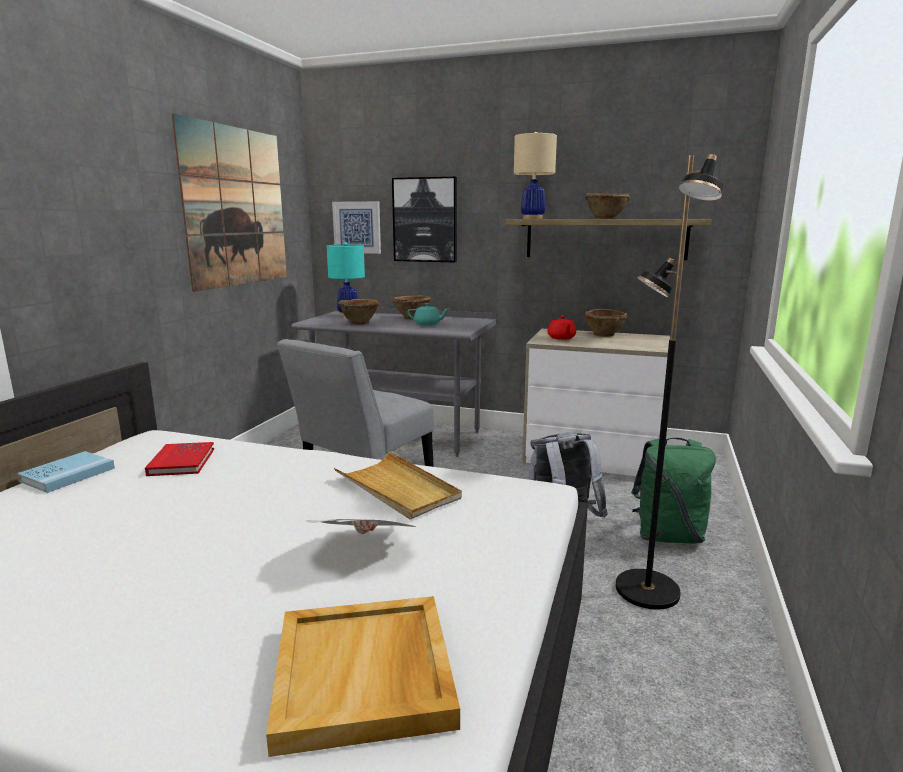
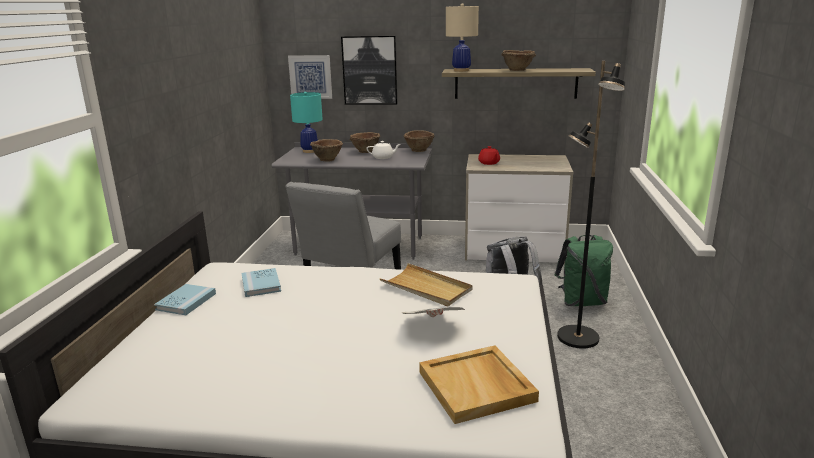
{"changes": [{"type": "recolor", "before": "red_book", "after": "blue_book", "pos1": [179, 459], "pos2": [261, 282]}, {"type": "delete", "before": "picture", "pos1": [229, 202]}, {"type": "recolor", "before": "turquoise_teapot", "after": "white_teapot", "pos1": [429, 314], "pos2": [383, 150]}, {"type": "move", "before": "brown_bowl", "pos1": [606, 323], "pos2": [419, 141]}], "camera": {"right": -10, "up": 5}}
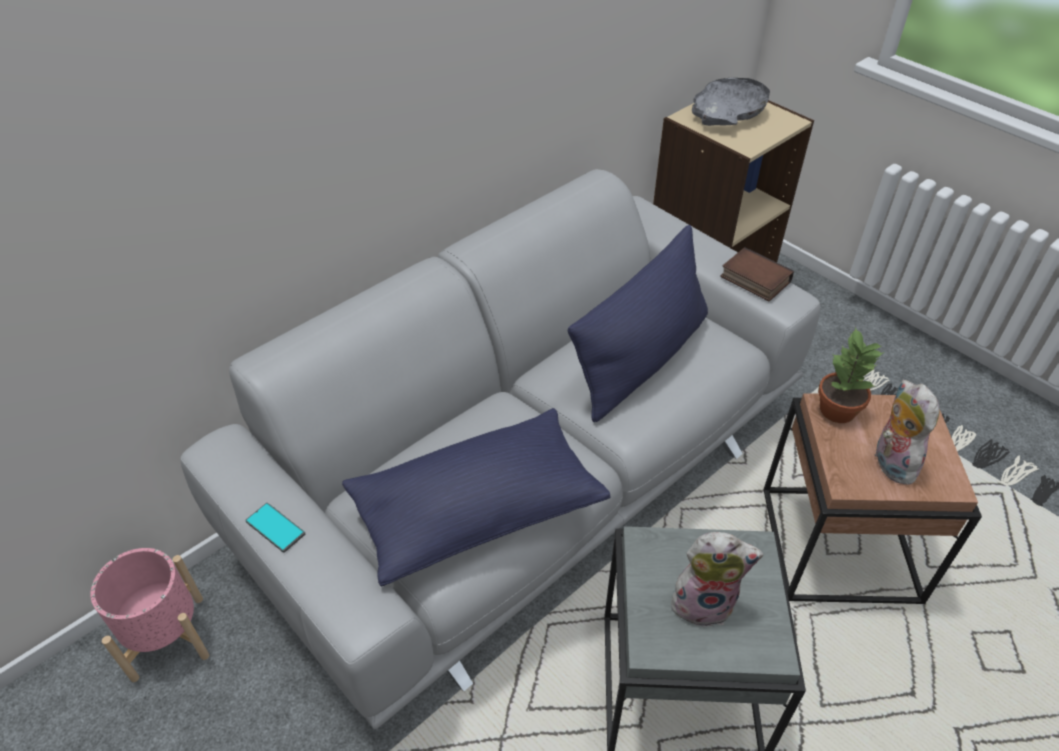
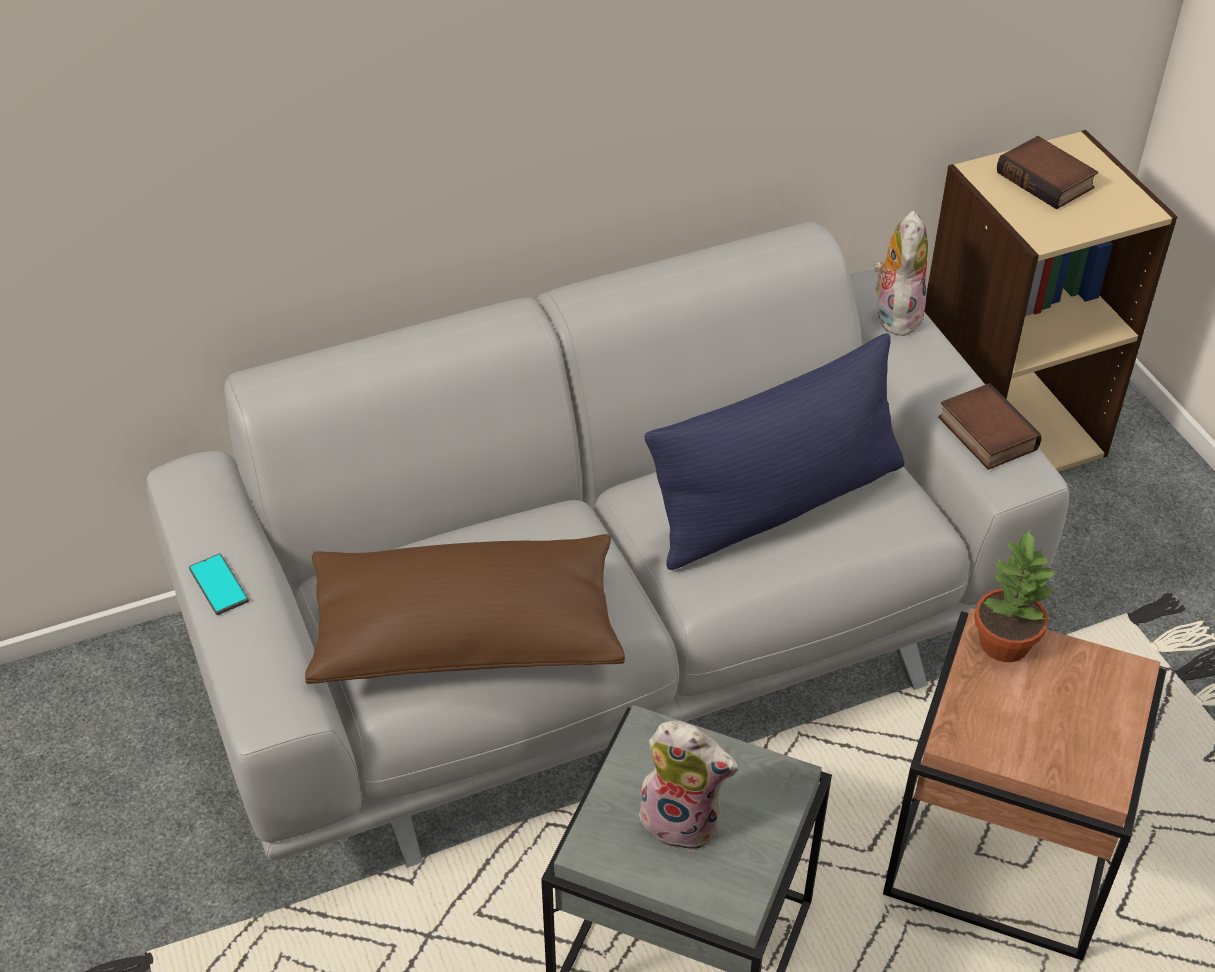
{"changes": [{"type": "delete", "before": "pink_planter", "pos1": [149, 615]}, {"type": "recolor", "before": "blue_pillow", "after": "brown_pillow", "pos1": [476, 497], "pos2": [465, 609]}, {"type": "replace", "before": "grey_bowl", "after": "book", "pos1": [731, 102], "pos2": [1047, 172]}, {"type": "move", "before": "plush_toy", "pos1": [907, 432], "pos2": [901, 274]}], "camera": {"right": 20, "up": 0}}
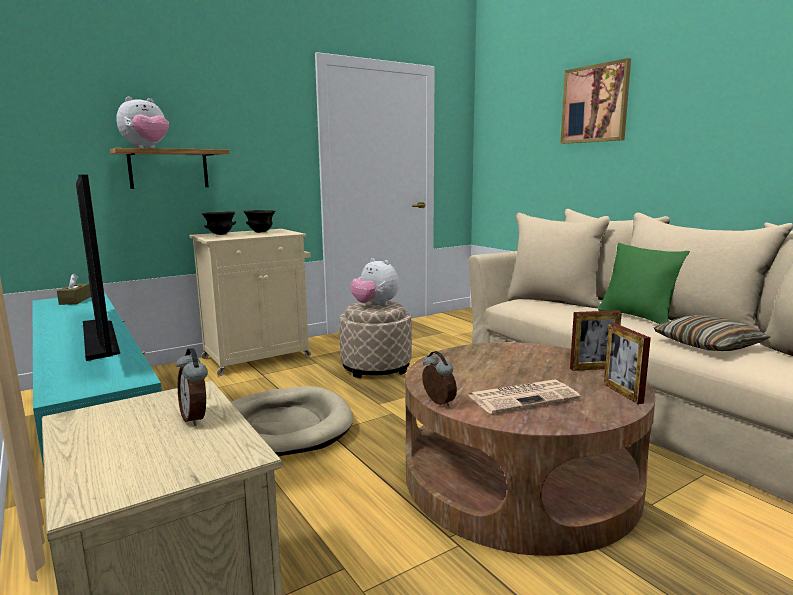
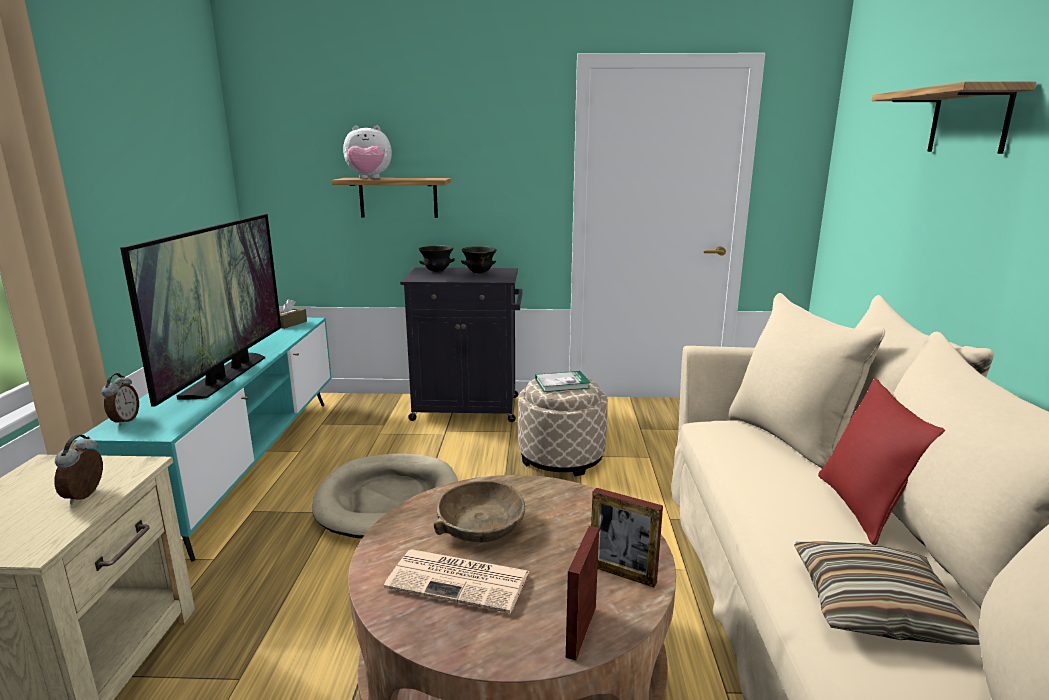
{"changes": [{"type": "recolor", "before": "beige_cabinet", "after": "black_cabinet", "pos1": [250, 302], "pos2": [461, 344]}, {"type": "replace", "before": "plush_toy", "after": "book", "pos1": [374, 282], "pos2": [563, 381]}, {"type": "move", "before": "alarm_clock", "pos1": [439, 379], "pos2": [120, 399]}, {"type": "replace", "before": "picture", "after": "shelf", "pos1": [595, 101], "pos2": [954, 118]}, {"type": "recolor", "before": "green_pillow", "after": "red_pillow", "pos1": [644, 284], "pos2": [881, 461]}, {"type": "insert", "after": "brown_bowl", "pos2": [479, 511]}], "camera": {"right": 35, "up": 5}}
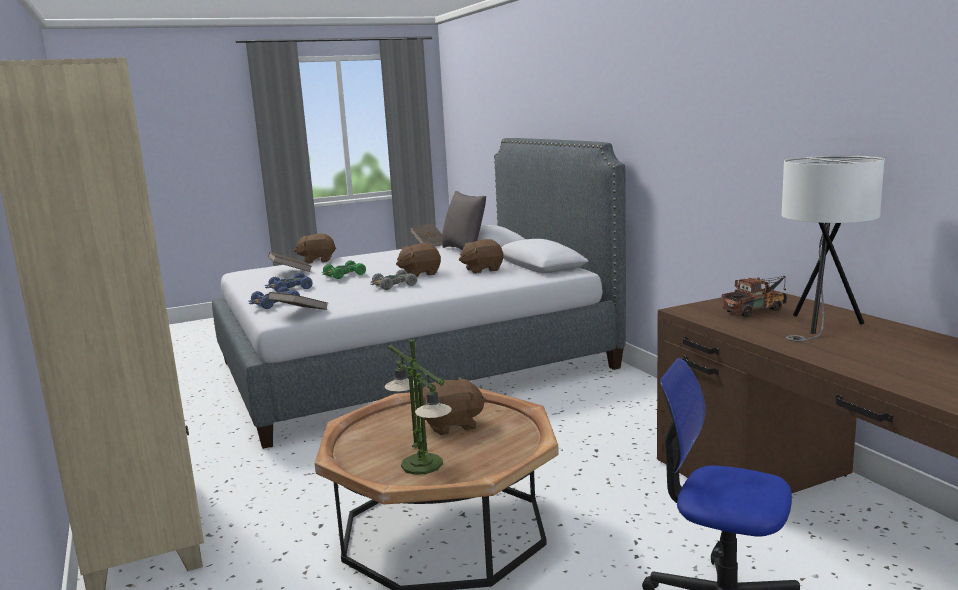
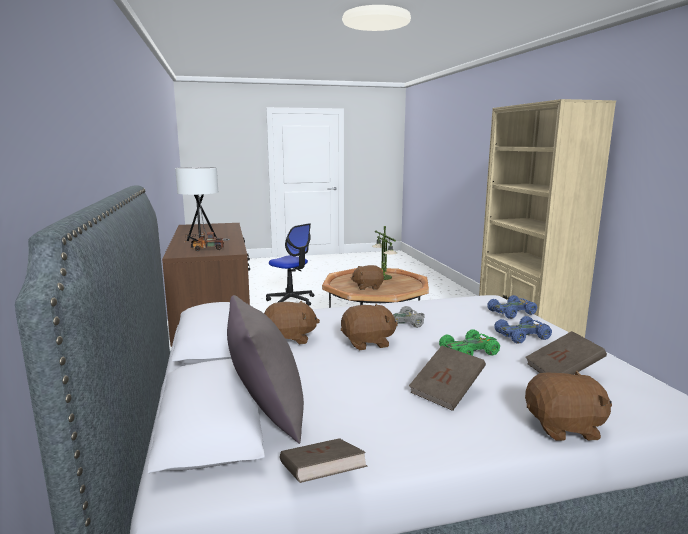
{"changes": [{"type": "move", "before": "brown_book", "pos1": [298, 301], "pos2": [447, 378]}], "camera": {"right": -170, "up": 0}}
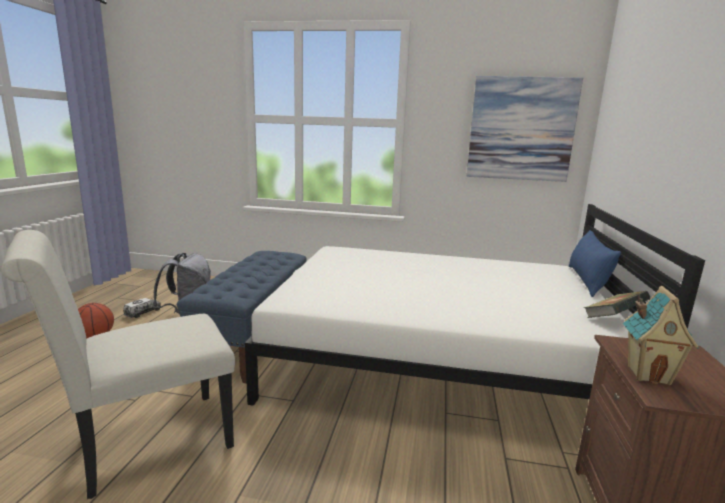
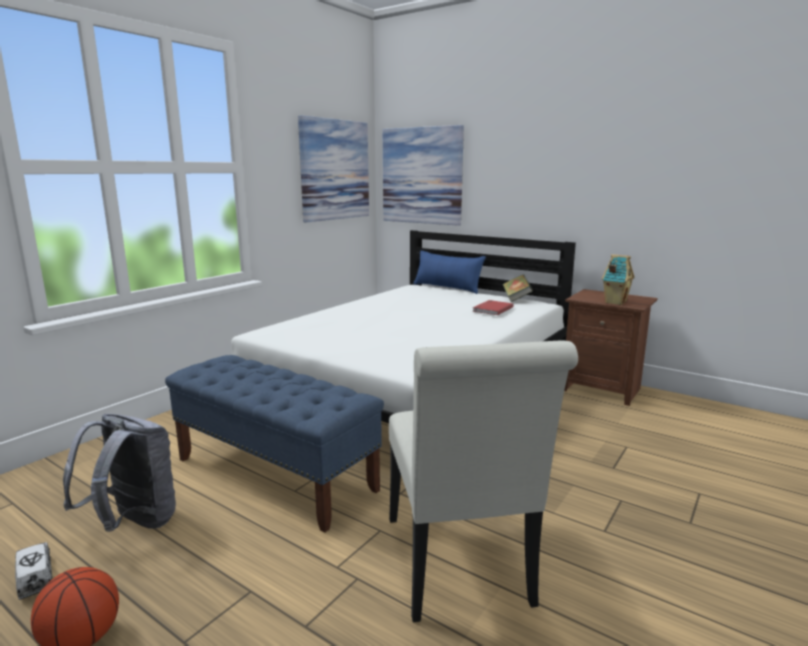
{"changes": [{"type": "insert", "after": "picture", "pos2": [423, 175]}, {"type": "insert", "after": "red_book", "pos2": [493, 307]}], "camera": {"right": -65, "up": 0}}
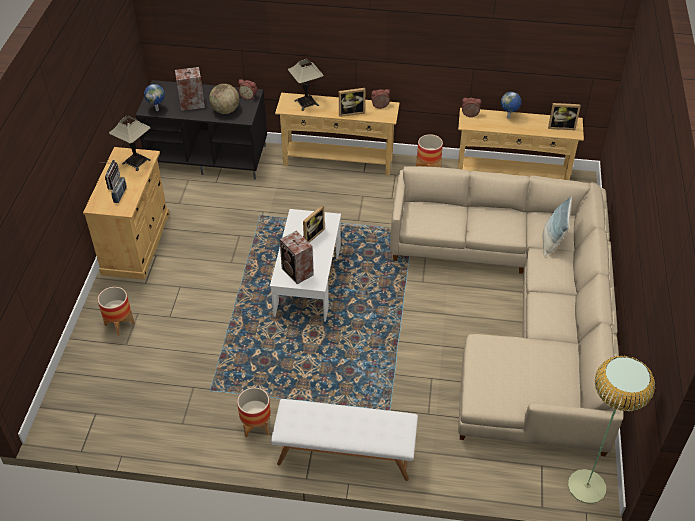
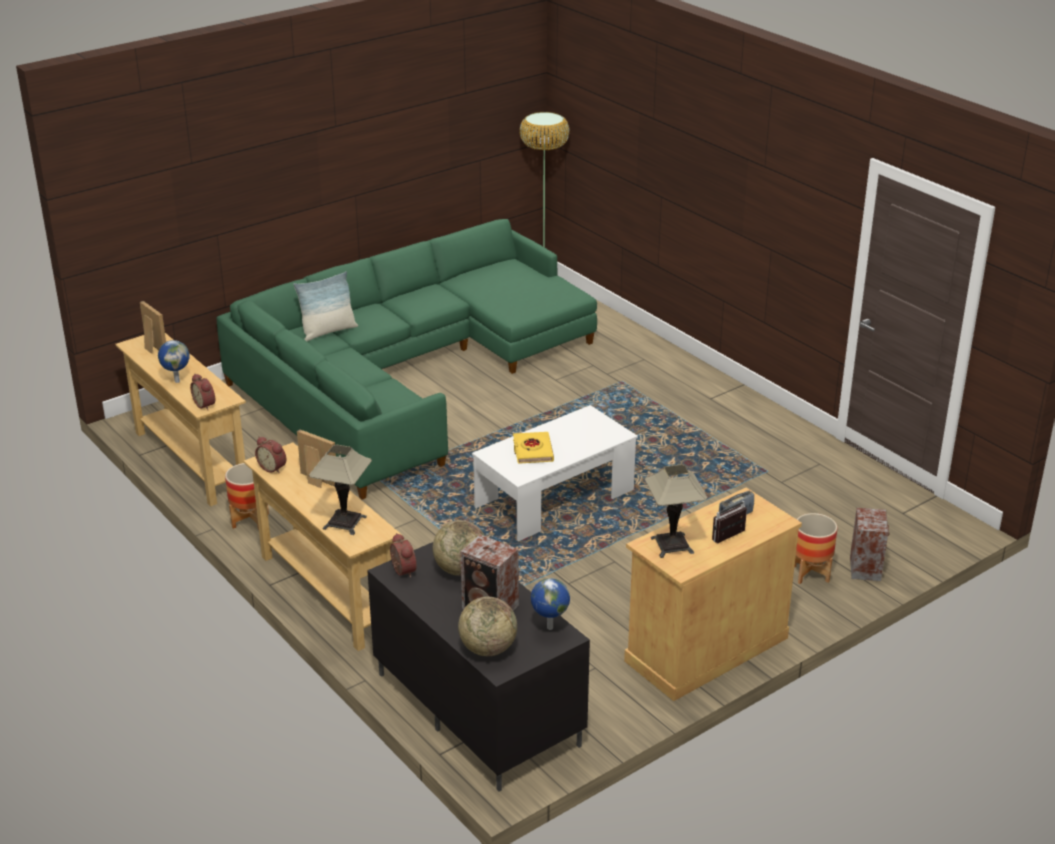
{"changes": [{"type": "delete", "before": "planter", "pos1": [254, 413]}, {"type": "delete", "before": "white_bench", "pos1": [344, 440]}, {"type": "move", "before": "speaker", "pos1": [297, 257], "pos2": [870, 544]}, {"type": "replace", "before": "picture_frame", "after": "yellow_book", "pos1": [314, 224], "pos2": [533, 448]}, {"type": "recolor", "before": "beige_sofa", "after": "green_sofa", "pos1": [507, 311], "pos2": [407, 359]}, {"type": "insert", "after": "globe", "pos2": [487, 626]}], "camera": {"right": -135, "up": -15}}
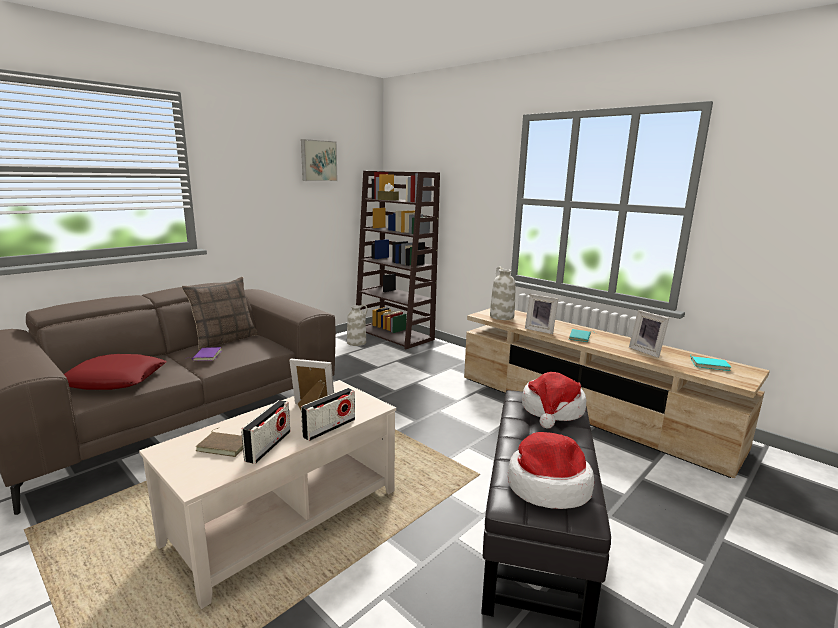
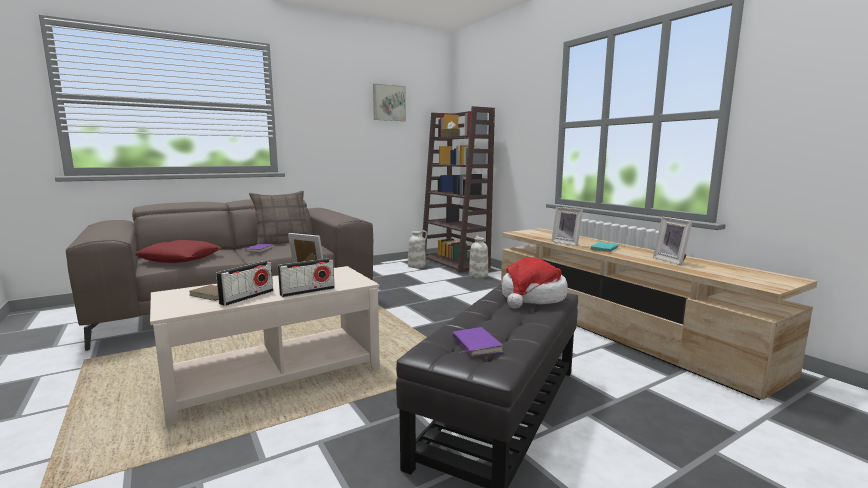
{"changes": [{"type": "move", "before": "white_vase", "pos1": [502, 293], "pos2": [478, 257]}, {"type": "replace", "before": "hat", "after": "purple_book", "pos1": [551, 470], "pos2": [478, 341]}, {"type": "delete", "before": "turquoise_book", "pos1": [710, 363]}], "camera": {"right": 15, "up": -5}}
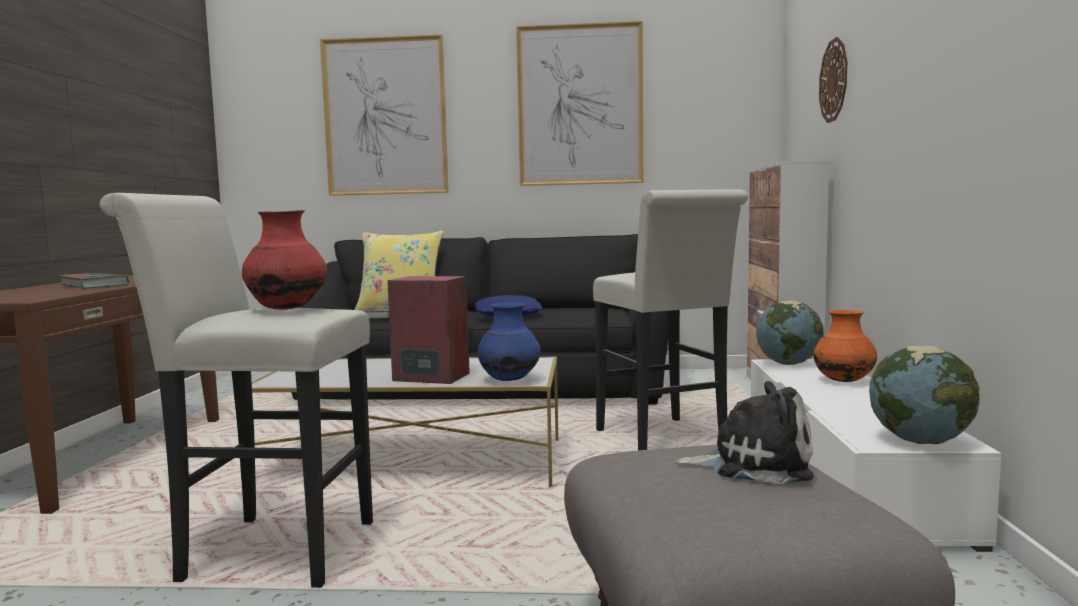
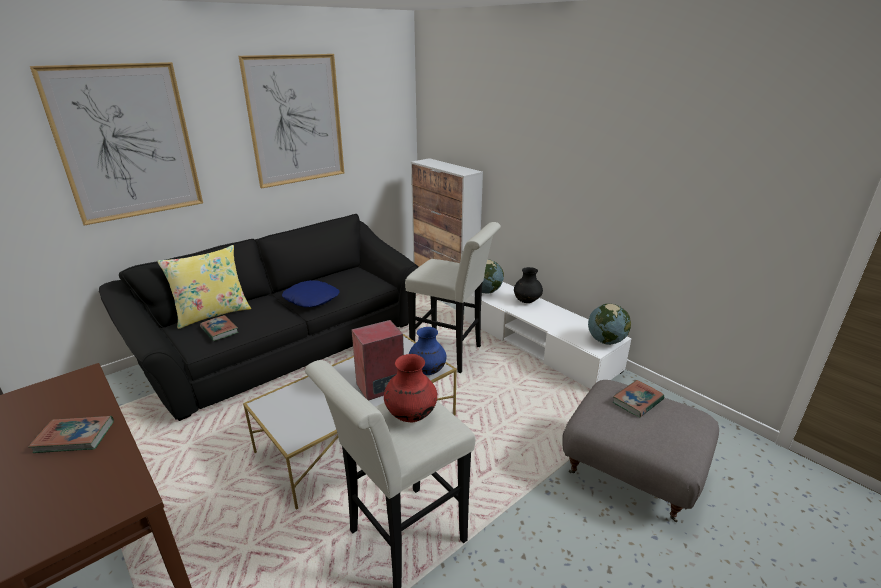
{"changes": [{"type": "replace", "before": "plush_toy", "after": "book", "pos1": [744, 432], "pos2": [638, 398]}, {"type": "recolor", "before": "orange_vase", "after": "black_vase", "pos1": [845, 346], "pos2": [528, 285]}, {"type": "delete", "before": "wall_clock", "pos1": [833, 80]}], "camera": {"right": -45, "up": 20}}
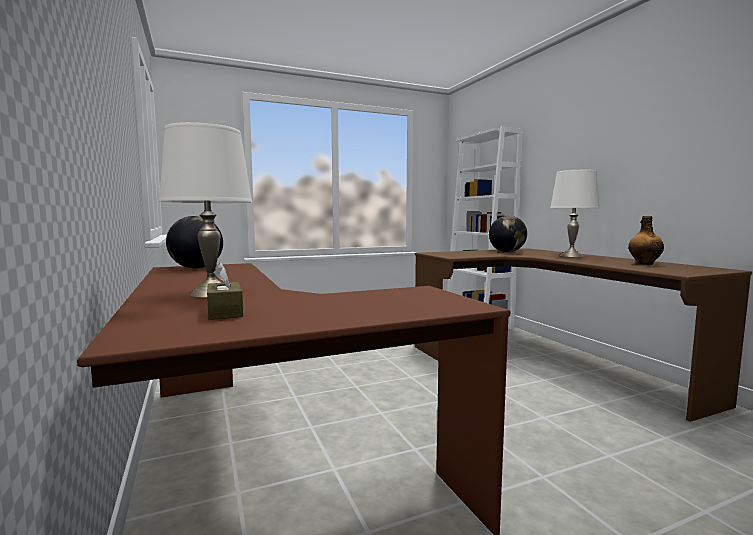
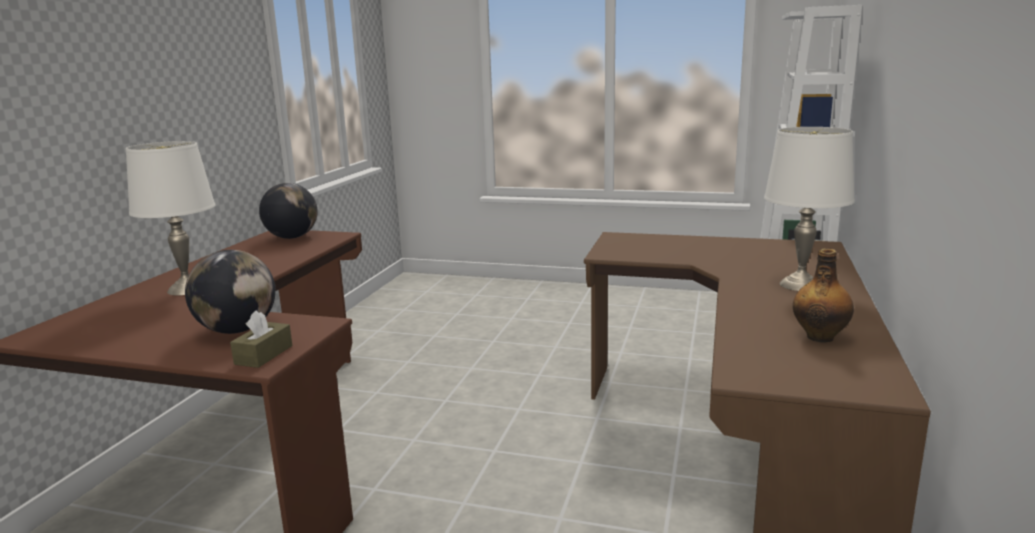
{"changes": [{"type": "move", "before": "brown_tissue_box", "pos1": [225, 291], "pos2": [261, 339]}, {"type": "move", "before": "globe", "pos1": [508, 234], "pos2": [230, 292]}], "camera": {"right": 40, "up": 10}}
